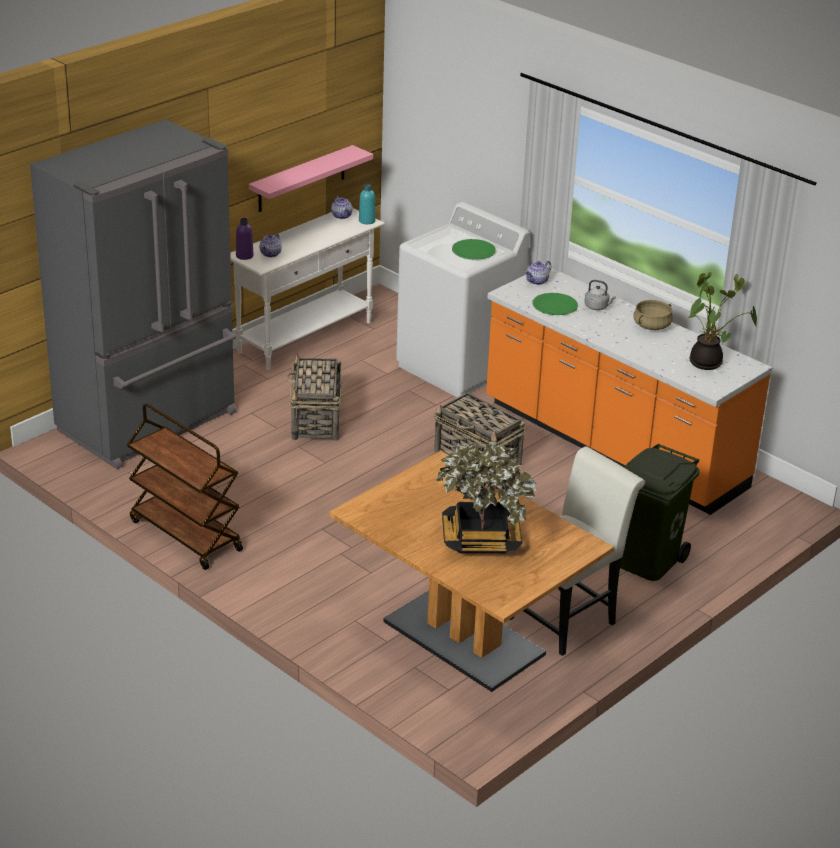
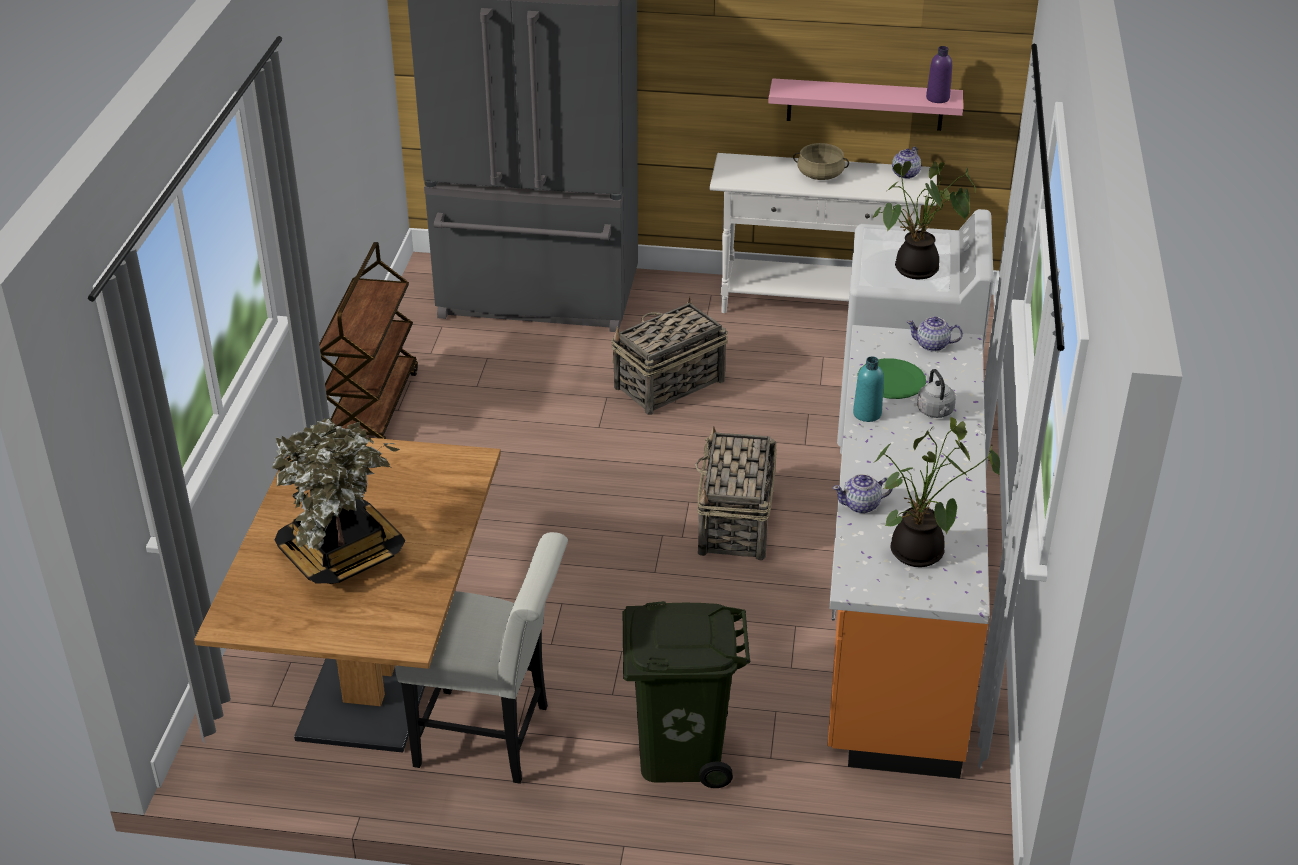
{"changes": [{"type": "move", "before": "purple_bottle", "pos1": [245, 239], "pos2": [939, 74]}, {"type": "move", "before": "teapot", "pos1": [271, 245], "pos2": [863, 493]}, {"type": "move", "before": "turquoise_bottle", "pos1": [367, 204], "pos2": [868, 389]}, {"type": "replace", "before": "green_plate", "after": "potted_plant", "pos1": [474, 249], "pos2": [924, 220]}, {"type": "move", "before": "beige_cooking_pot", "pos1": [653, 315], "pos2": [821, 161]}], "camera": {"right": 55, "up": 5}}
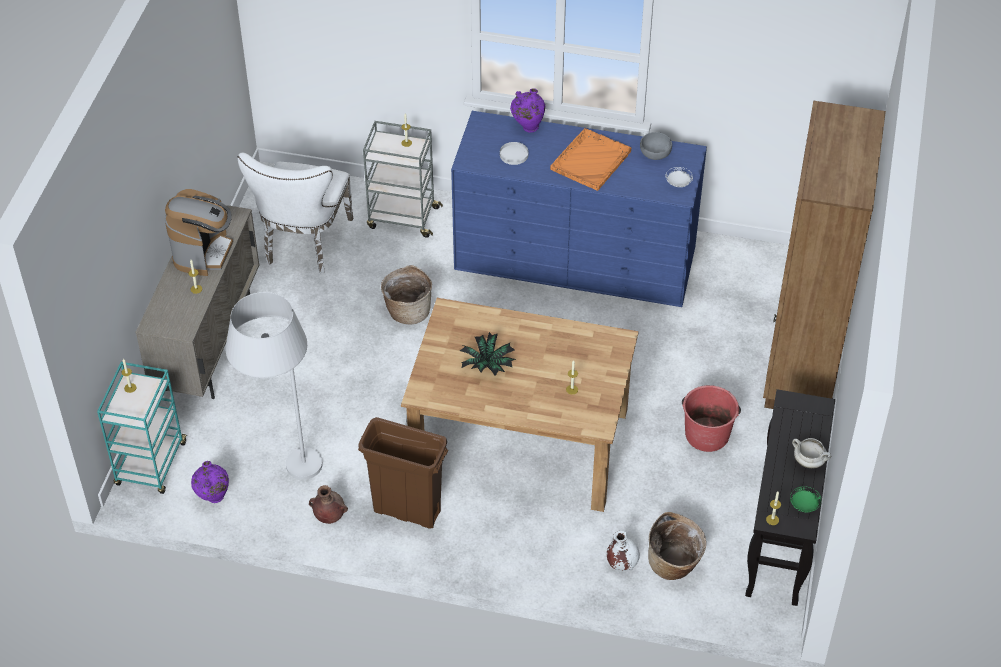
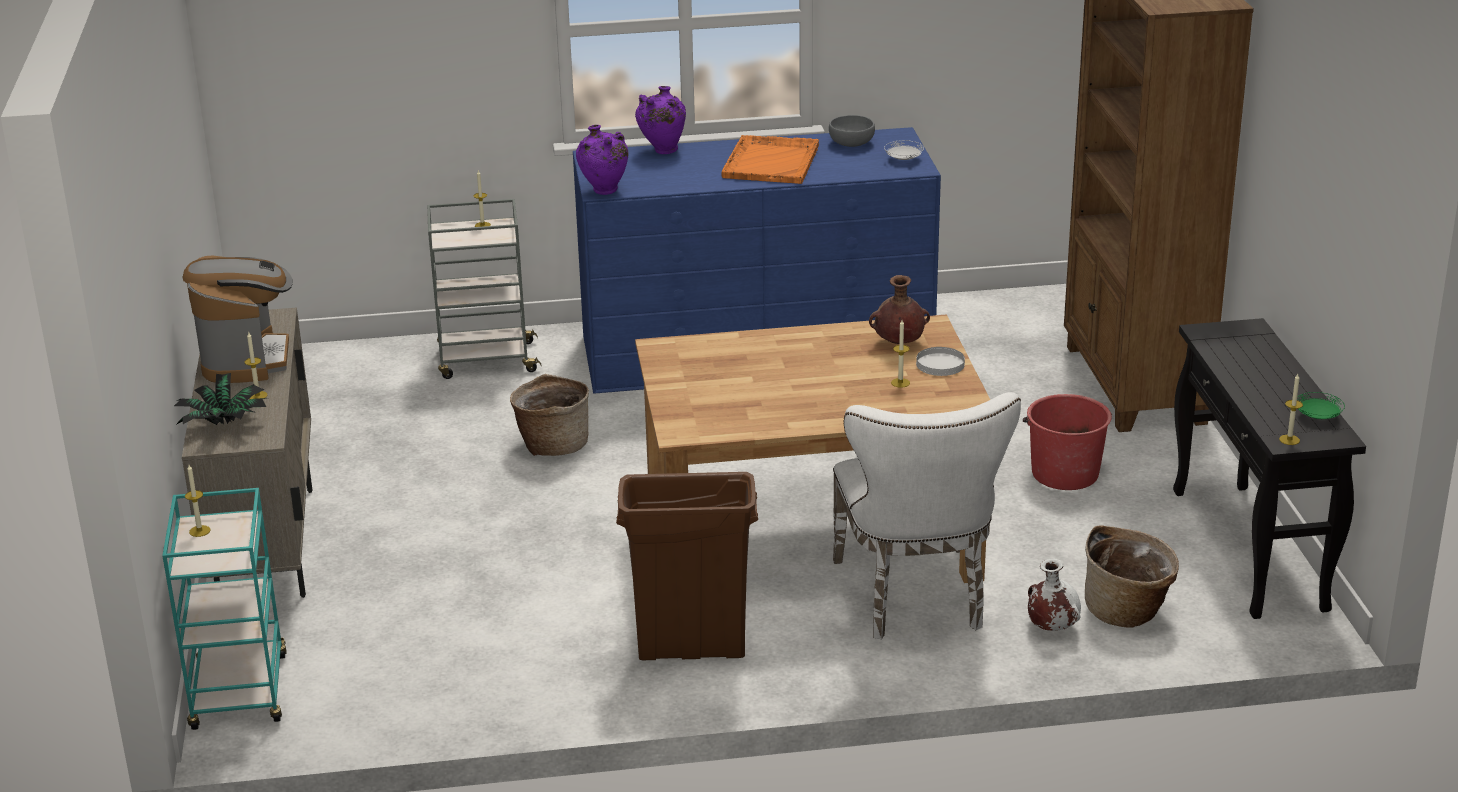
{"changes": [{"type": "move", "before": "purple_vase", "pos1": [210, 482], "pos2": [602, 160]}, {"type": "delete", "before": "white_floor_lamp", "pos1": [274, 386]}, {"type": "move", "before": "white_chair", "pos1": [295, 213], "pos2": [927, 516]}, {"type": "move", "before": "brown_vase", "pos1": [328, 504], "pos2": [899, 309]}, {"type": "move", "before": "potted_plant", "pos1": [488, 354], "pos2": [220, 399]}, {"type": "move", "before": "white_plate", "pos1": [514, 153], "pos2": [940, 361]}, {"type": "delete", "before": "white_cooking_pot", "pos1": [811, 453]}], "camera": {"right": -20, "up": -20}}
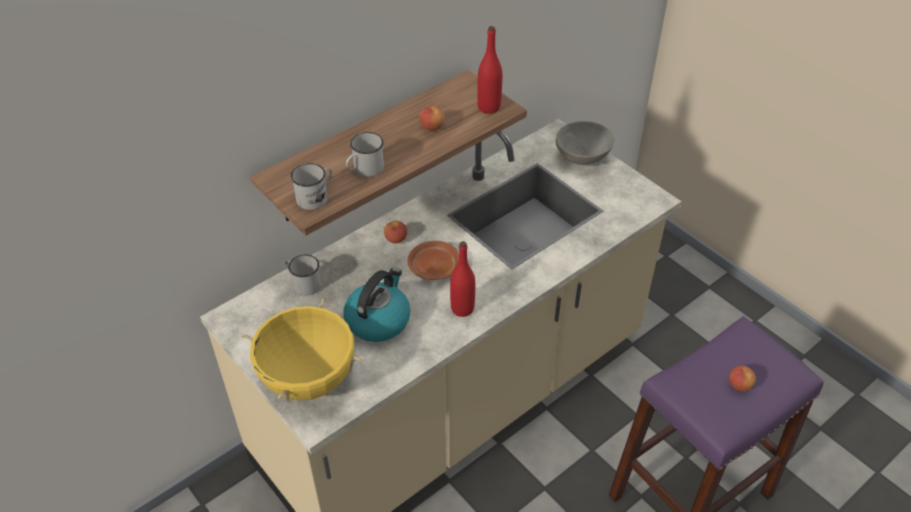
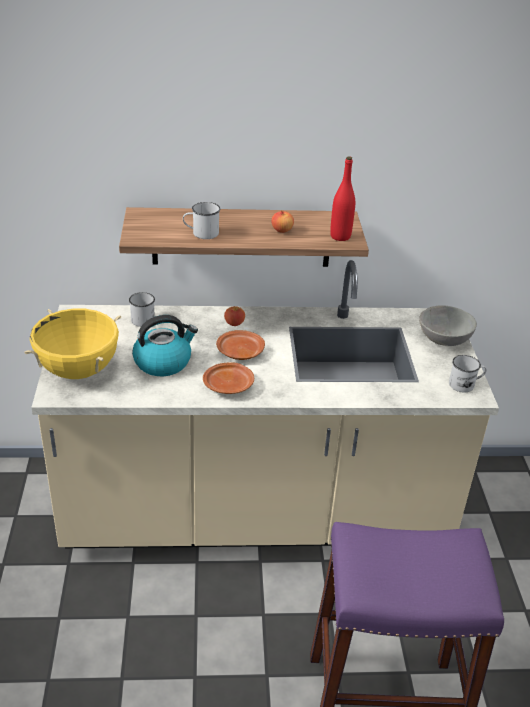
{"changes": [{"type": "move", "before": "white_mug", "pos1": [311, 186], "pos2": [468, 374]}, {"type": "replace", "before": "red_bottle", "after": "brown_plate", "pos1": [462, 279], "pos2": [228, 378]}, {"type": "delete", "before": "apple", "pos1": [742, 378]}], "camera": {"right": 35, "up": -10}}
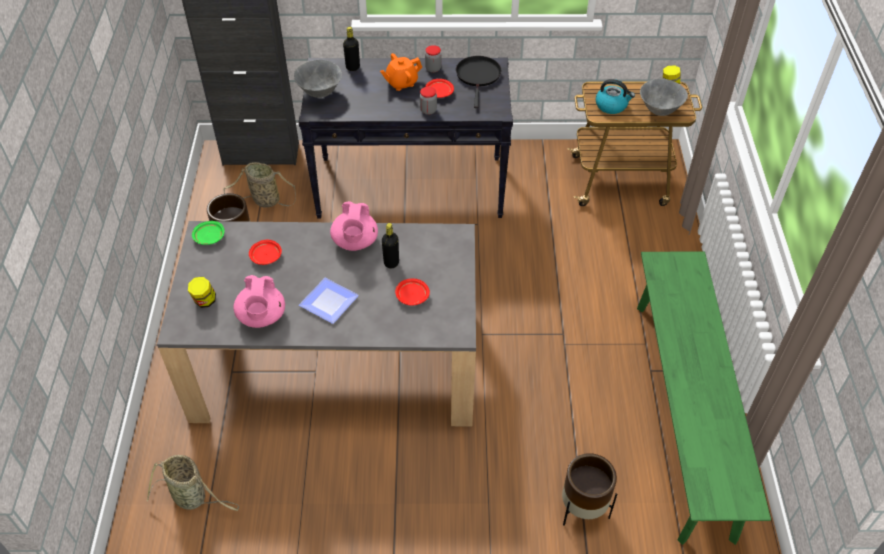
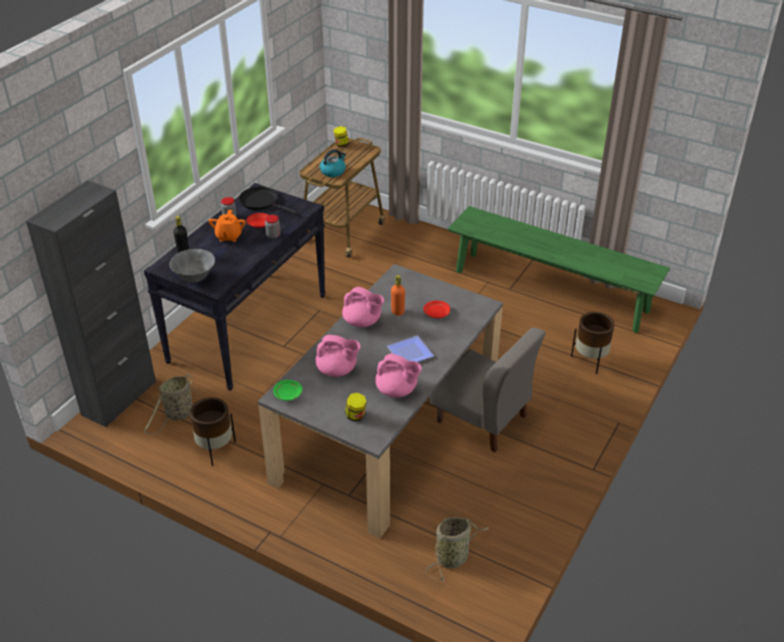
{"changes": [{"type": "replace", "before": "red_plate", "after": "pink_teapot", "pos1": [265, 252], "pos2": [338, 355]}, {"type": "recolor", "before": "black_bottle", "after": "orange_bottle", "pos1": [390, 245], "pos2": [398, 295]}, {"type": "delete", "before": "grey_bowl", "pos1": [664, 97]}, {"type": "insert", "after": "grey_chair", "pos2": [487, 390]}], "camera": {"right": -60, "up": -10}}
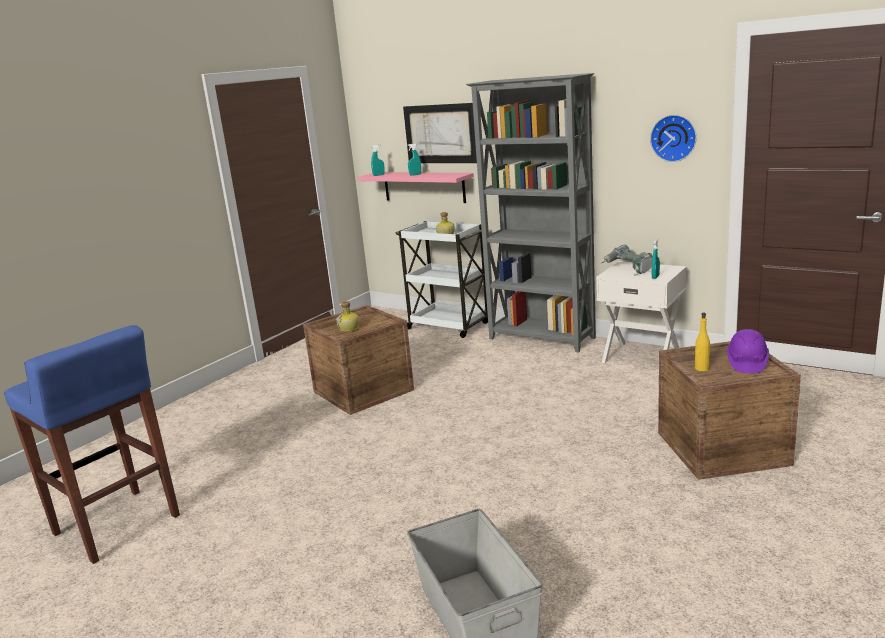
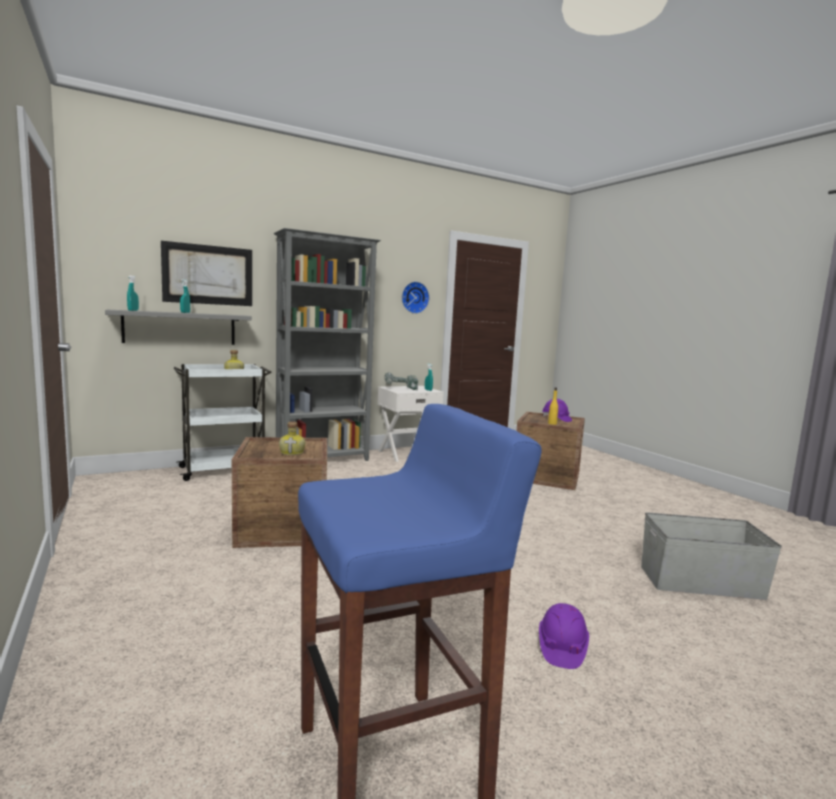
{"changes": [{"type": "recolor", "before": "pink_shelf", "after": "grey_shelf", "pos1": [415, 187], "pos2": [178, 327]}, {"type": "insert", "after": "purple_hard_hat", "pos2": [564, 636]}], "camera": {"right": -65, "up": -10}}
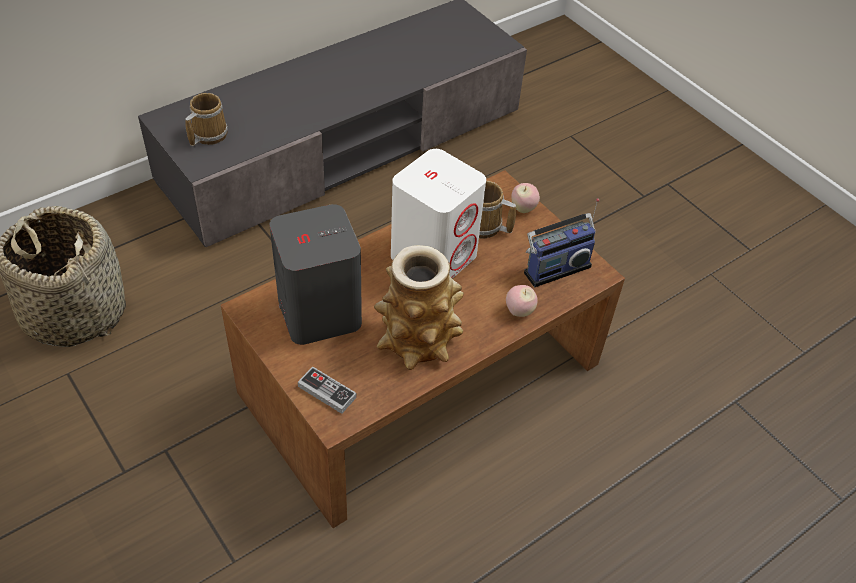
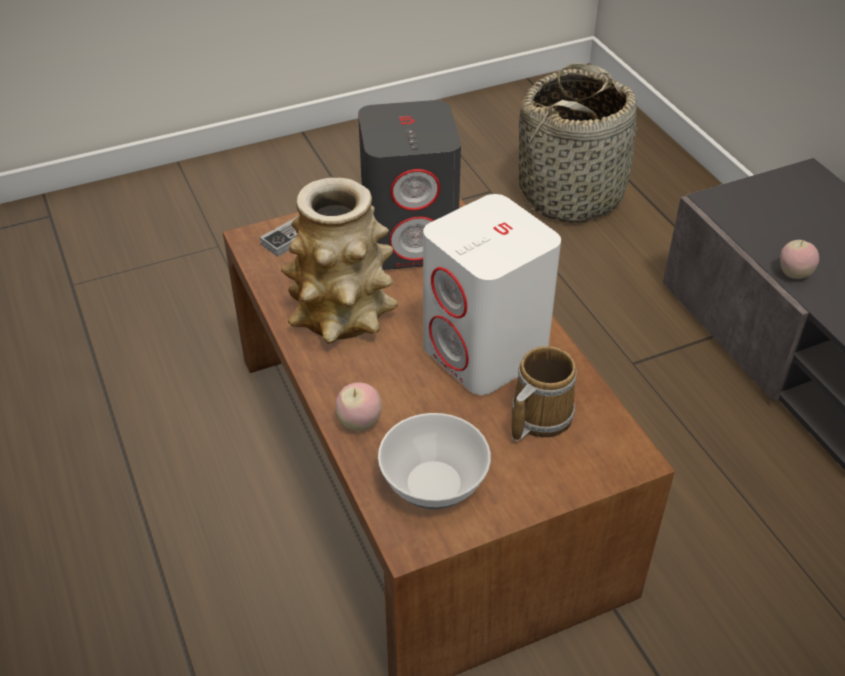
{"changes": [{"type": "delete", "before": "mug", "pos1": [206, 119]}, {"type": "move", "before": "apple", "pos1": [525, 198], "pos2": [799, 259]}, {"type": "replace", "before": "radio", "after": "bowl", "pos1": [561, 242], "pos2": [434, 461]}], "camera": {"right": 105, "up": -5}}
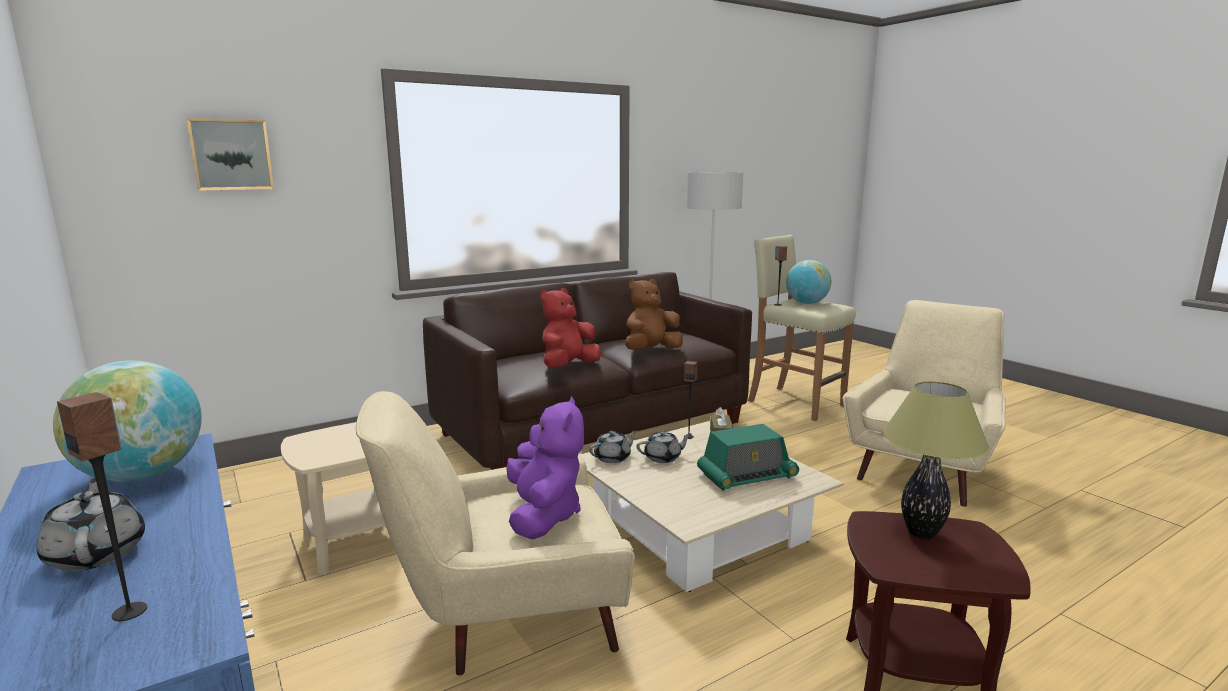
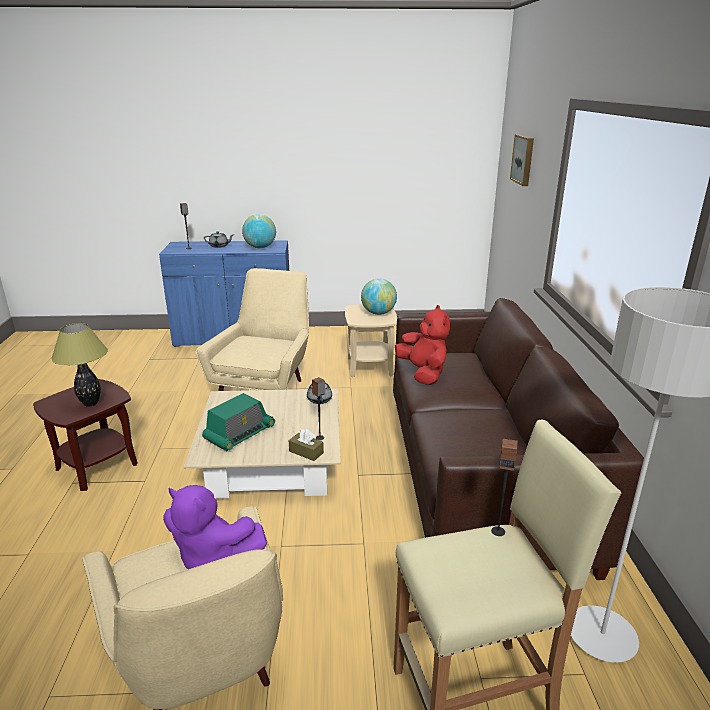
{"changes": [{"type": "move", "before": "purple_plush_toy", "pos1": [545, 468], "pos2": [215, 527]}, {"type": "delete", "before": "brown_plush_toy", "pos1": [654, 314]}, {"type": "delete", "before": "grey_teapot", "pos1": [664, 447]}, {"type": "rotate", "before": "radio", "pos1": [748, 457], "pos2": [238, 422], "turn": -150}, {"type": "move", "before": "globe", "pos1": [808, 282], "pos2": [379, 297]}], "camera": {"right": 120, "up": 10}}
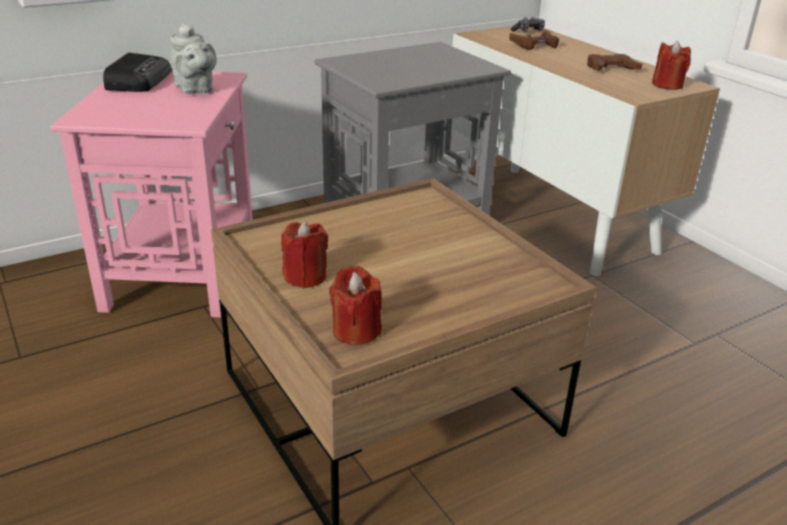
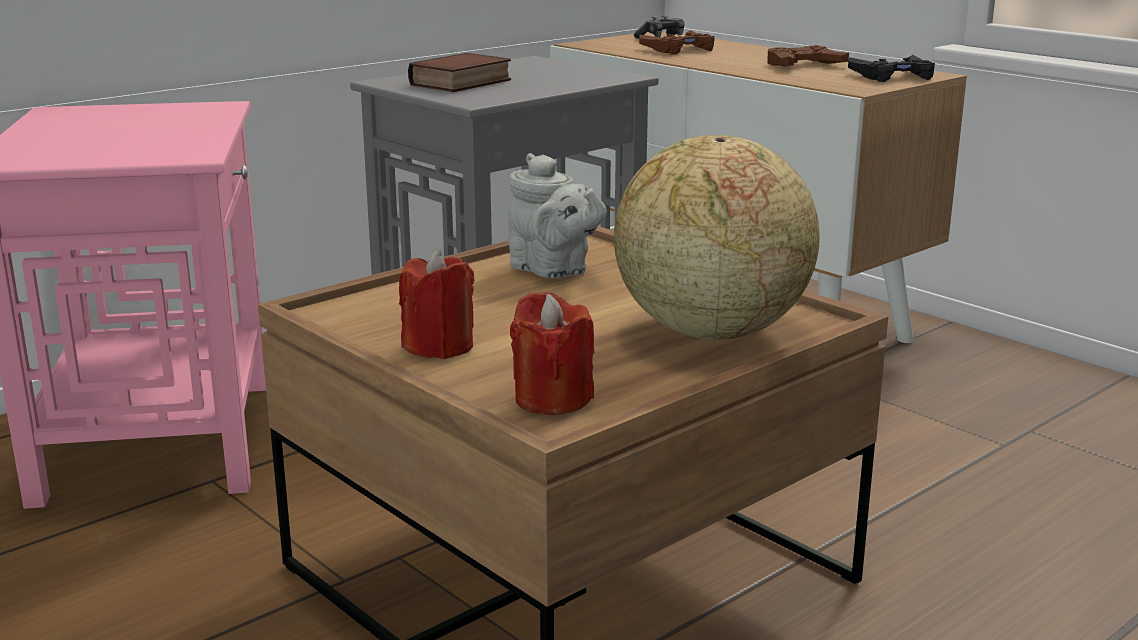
{"changes": [{"type": "delete", "before": "radio", "pos1": [137, 72]}, {"type": "move", "before": "grey_teapot", "pos1": [193, 58], "pos2": [557, 215]}, {"type": "replace", "before": "red_candle", "after": "black_game_controller", "pos1": [671, 65], "pos2": [891, 68]}, {"type": "insert", "after": "book", "pos2": [459, 72]}, {"type": "insert", "after": "globe", "pos2": [717, 237]}], "camera": {"right": -10, "up": -10}}
